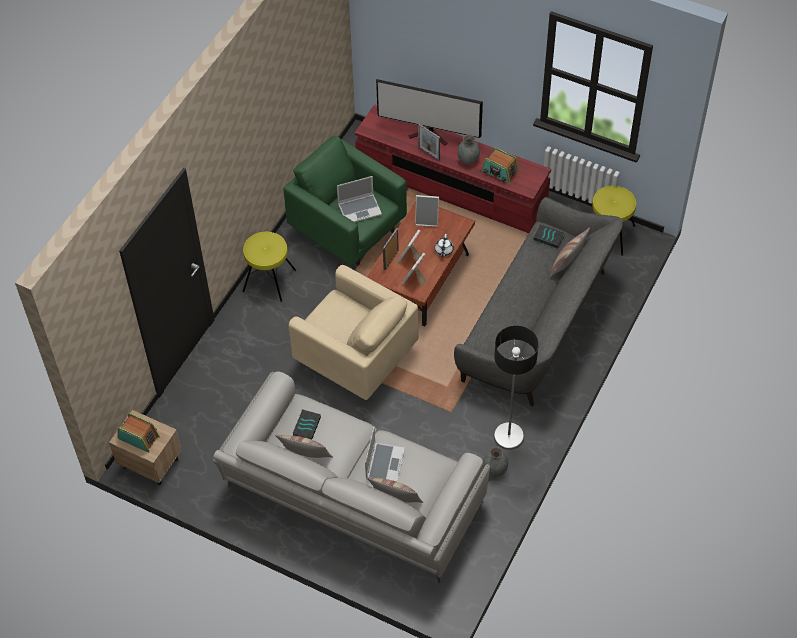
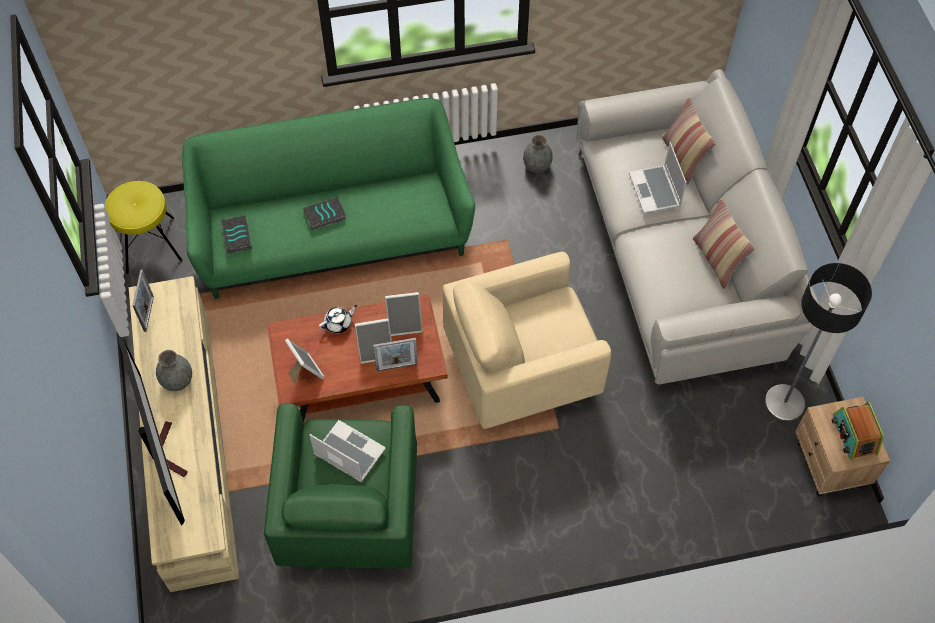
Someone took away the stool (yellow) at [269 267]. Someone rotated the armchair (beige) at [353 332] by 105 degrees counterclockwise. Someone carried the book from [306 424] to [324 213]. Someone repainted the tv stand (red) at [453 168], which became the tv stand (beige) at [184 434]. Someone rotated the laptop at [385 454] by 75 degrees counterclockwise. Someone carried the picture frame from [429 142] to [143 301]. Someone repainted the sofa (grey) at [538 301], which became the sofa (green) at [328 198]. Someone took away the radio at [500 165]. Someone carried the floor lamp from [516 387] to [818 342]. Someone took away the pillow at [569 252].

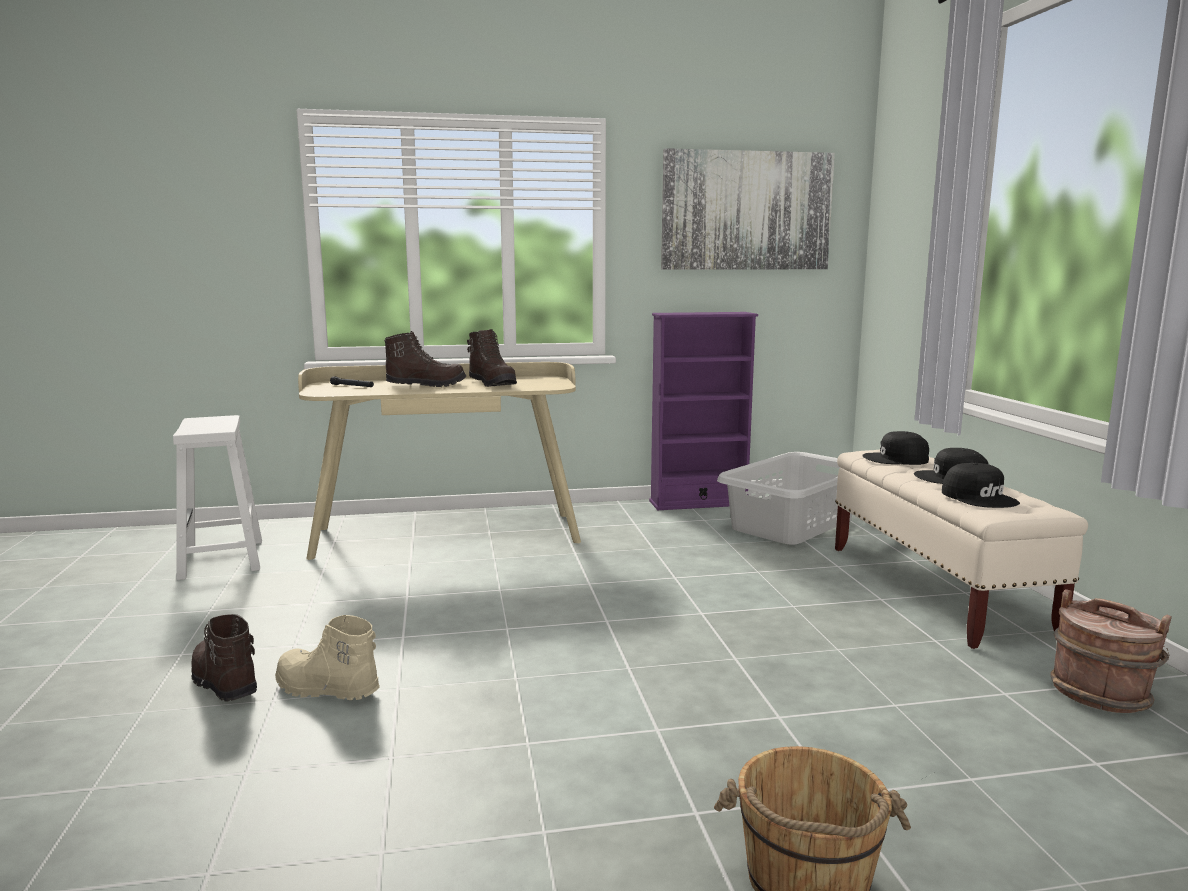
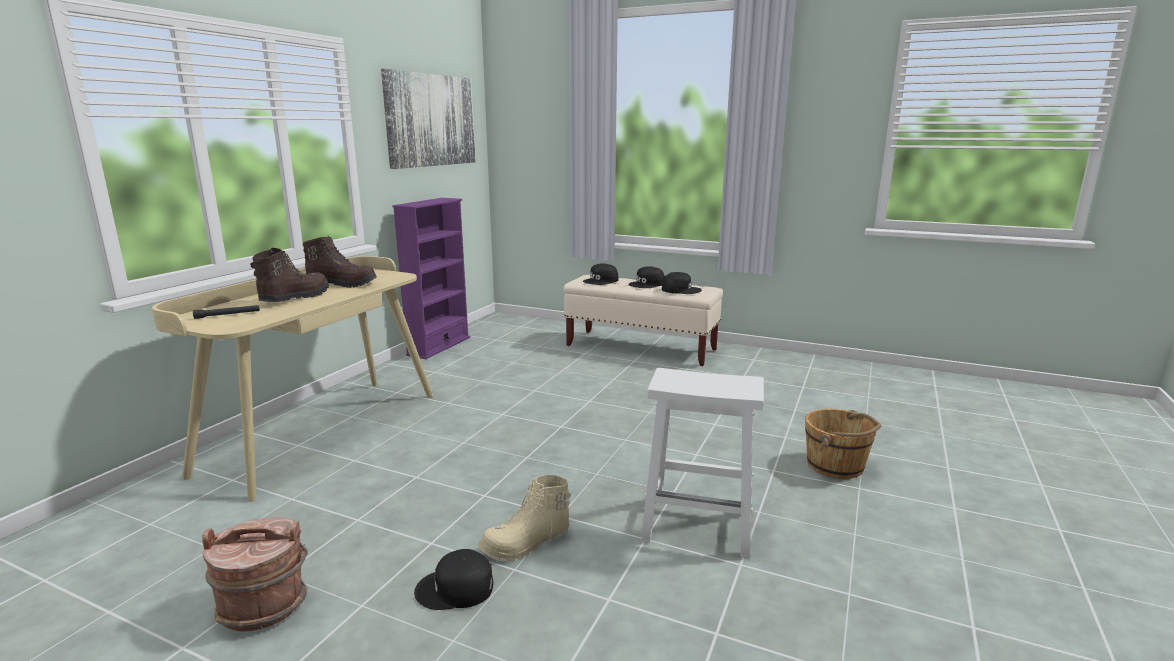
Someone carried the stool (white) from [217 497] to [702 463]. Someone swapped the boot (brown) at [224 658] for the cap (black) at [453 579]. Someone took away the laundry basket (grey) at [784 498]. Someone carried the bucket (brown) from [1111 651] to [255 574].

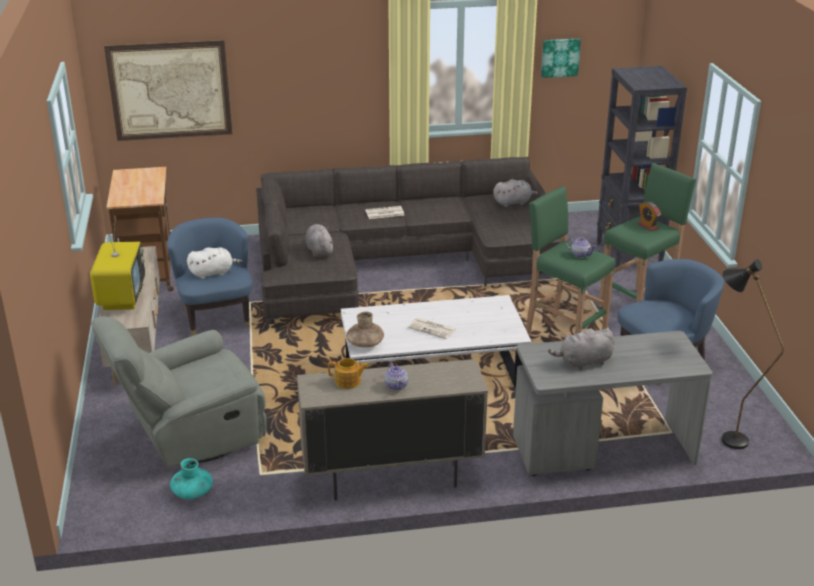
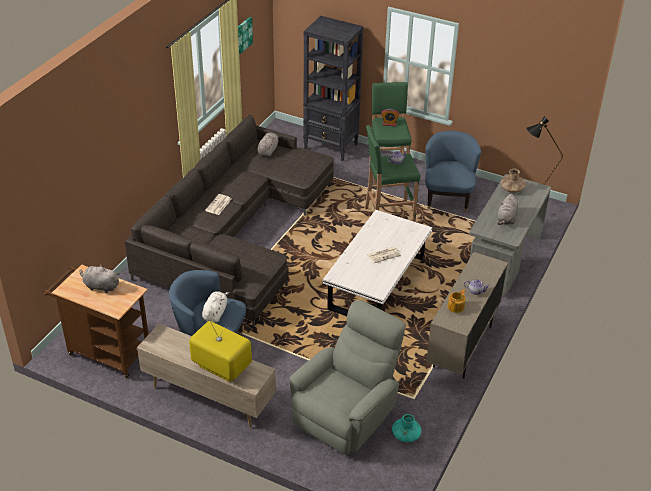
Someone rotated the armchair (grey) at [178 391] by 150 degrees counterclockwise. Someone took away the picture at [168 90]. Someone carried the plush toy (grey) from [319 240] to [100 278]. Someone carried the vase (brown) from [365 330] to [513 180].

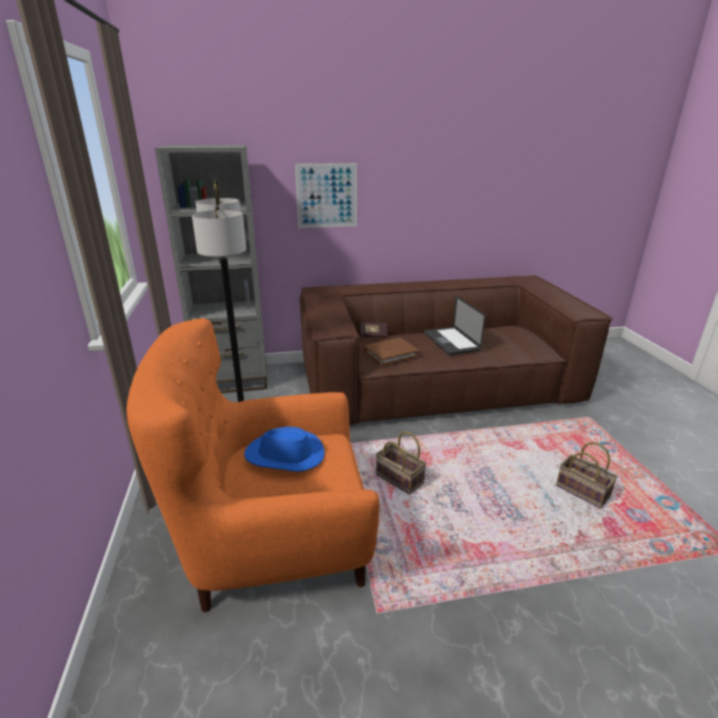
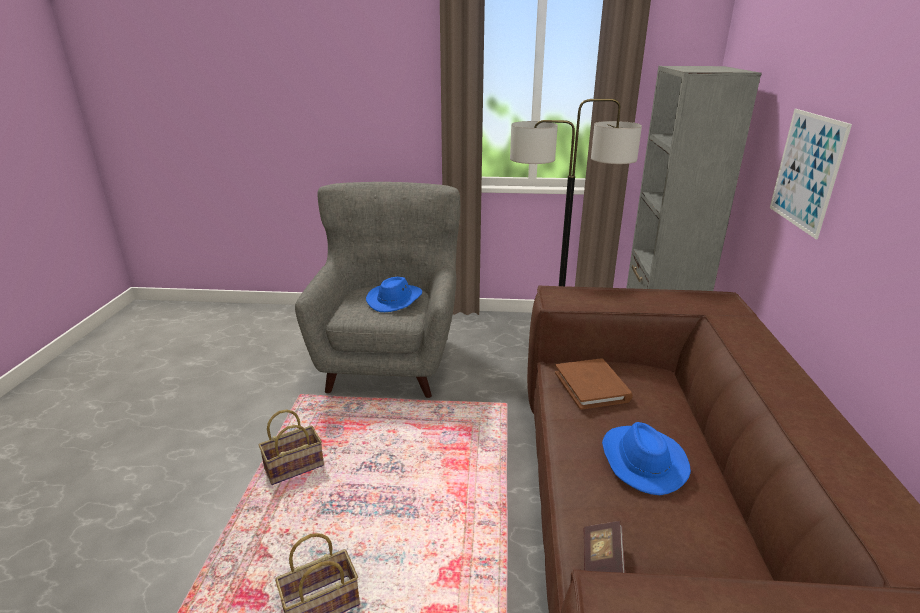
Someone repainted the armchair (orange) at [253 465], which became the armchair (grey) at [377 290]. Someone carried the book from [374 330] to [604 547]. Someone carried the basket from [401 463] to [291 447]. Someone swapped the laptop at [454 325] for the hat (blue) at [646 458].

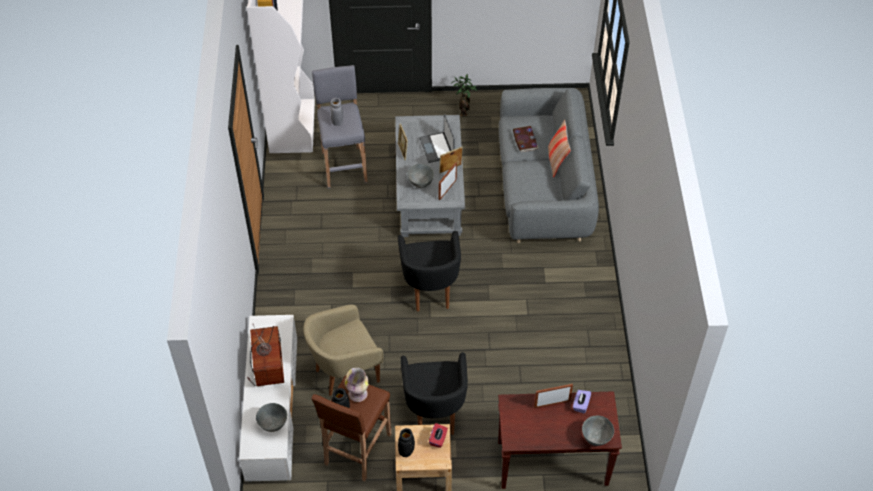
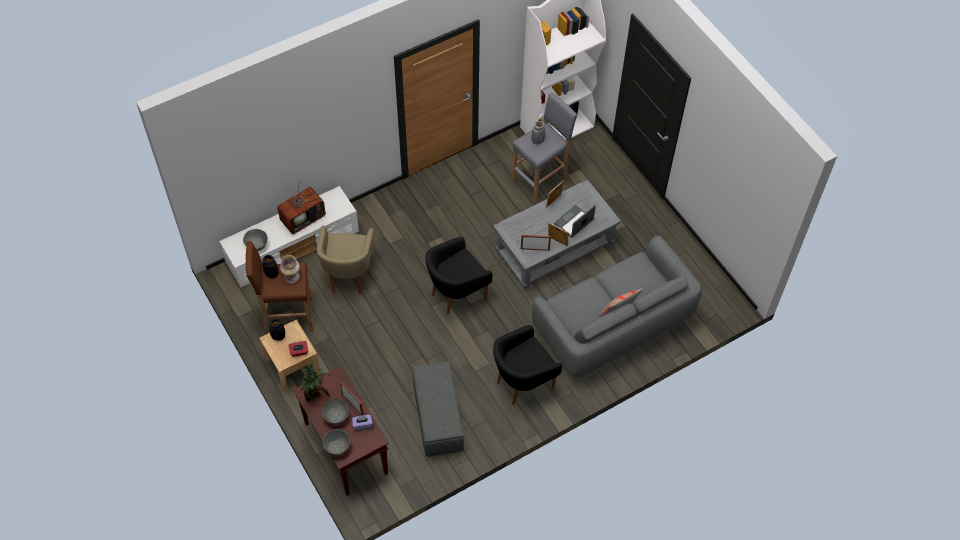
Someone rotated the armchair (beige) at [343 350] by 120 degrees counterclockwise. Someone carried the armchair (black) from [434 393] to [527 365]. Someone carried the bowl (grey) from [420 176] to [335 412]. Someone carried the potted plant from [464 95] to [316 383]. Someone took away the book at [525 139]. Someone put down the ottoman (grey) at [438 409].

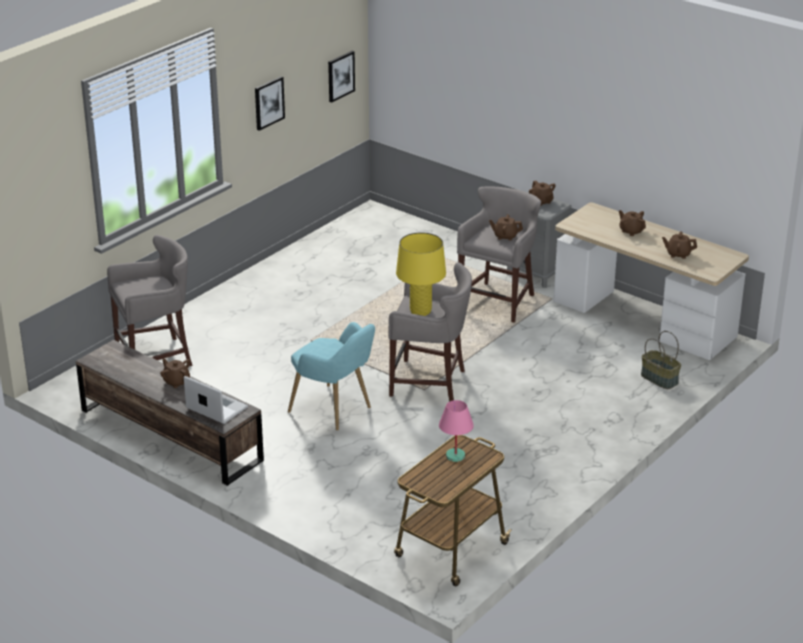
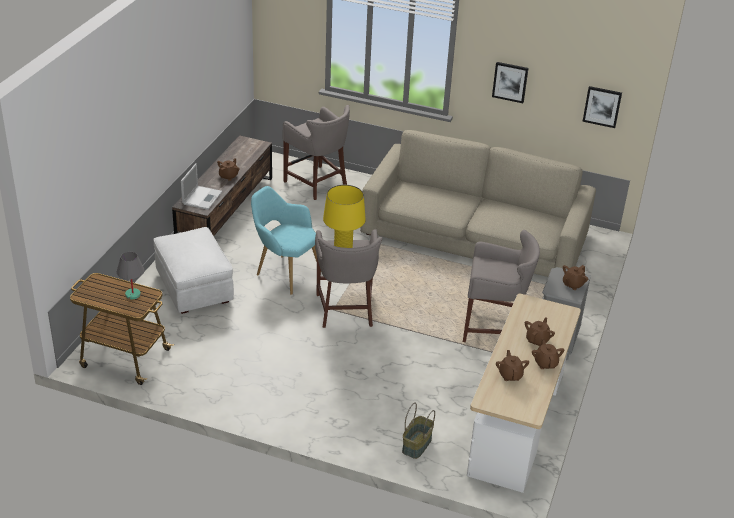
Someone rotated the armchair (turquoise) at [331 376] by 105 degrees clockwise. Someone repainted the table lamp (pink) at [456 431], which became the table lamp (grey) at [130 275]. Someone carried the teapot (brown) from [506 227] to [548 353]. Someone put down the ottoman (white) at [193 270]. Someone put down the sofa (beige) at [478 203].

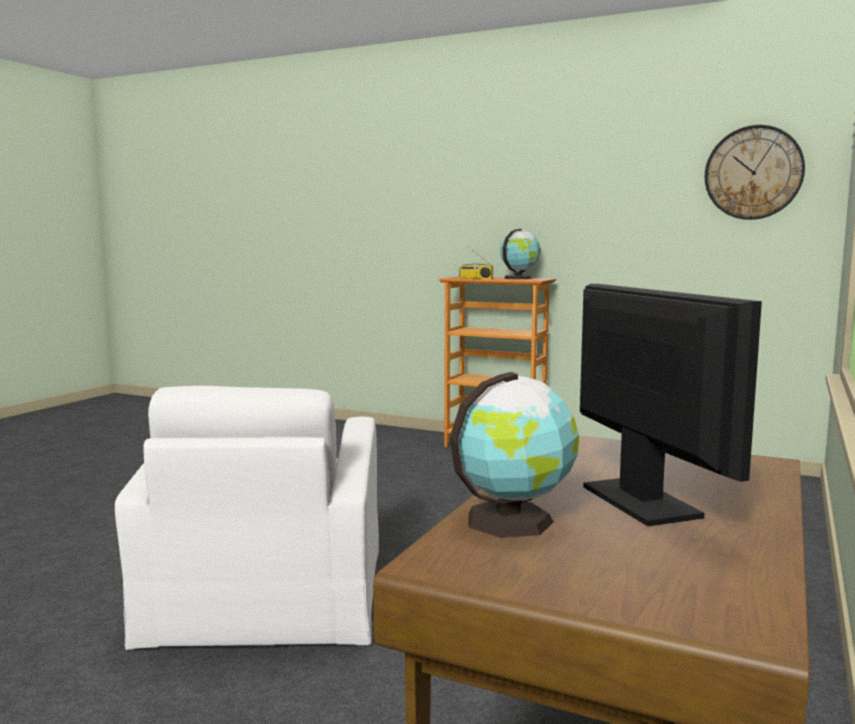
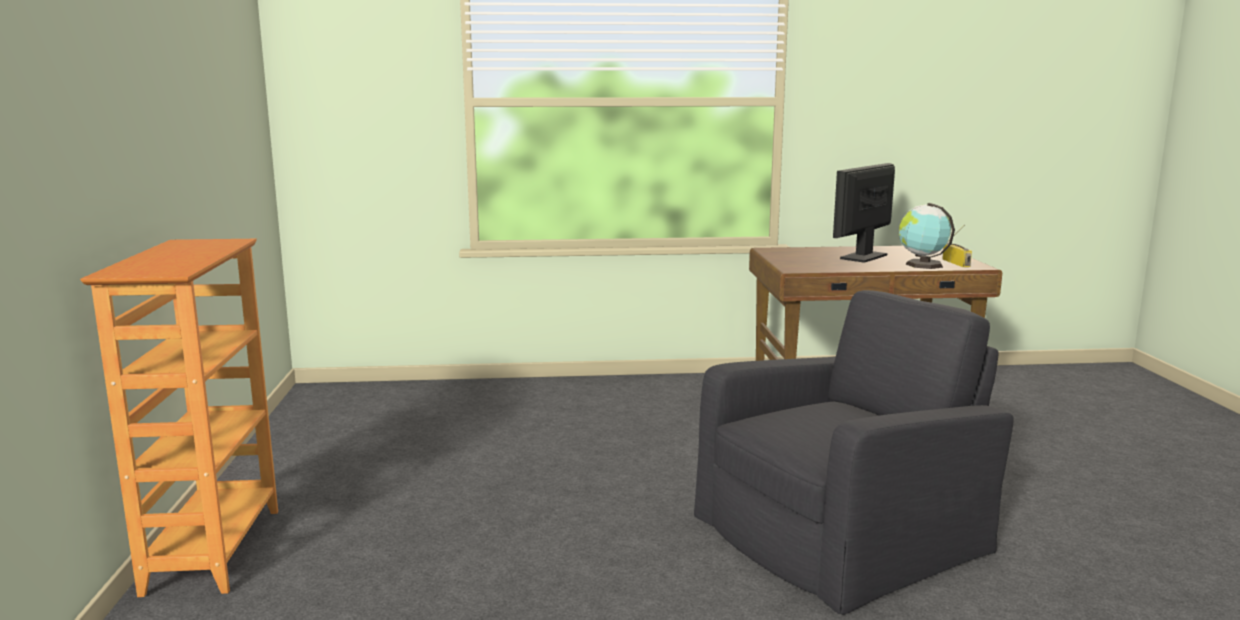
Someone repainted the armchair (white) at [247 518], which became the armchair (black) at [854 452]. Someone carried the radio from [476 263] to [957 246]. Someone took away the globe at [520 254]. Someone took away the wall clock at [755 172].

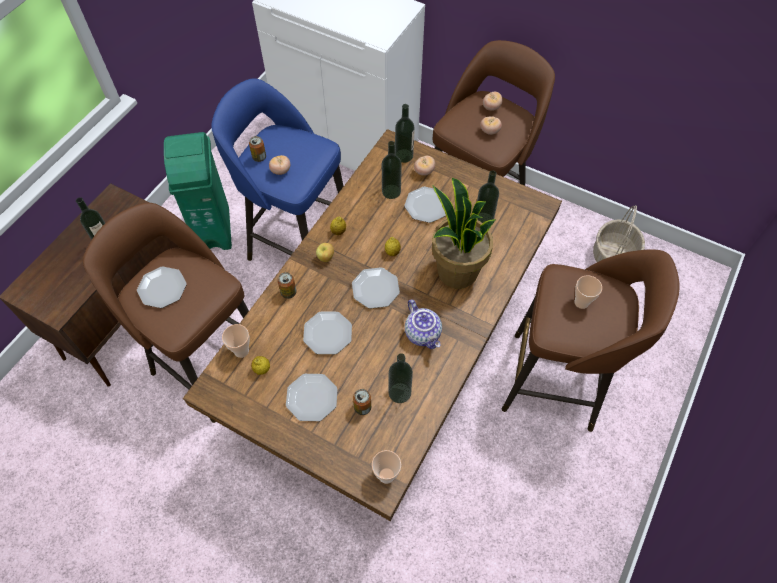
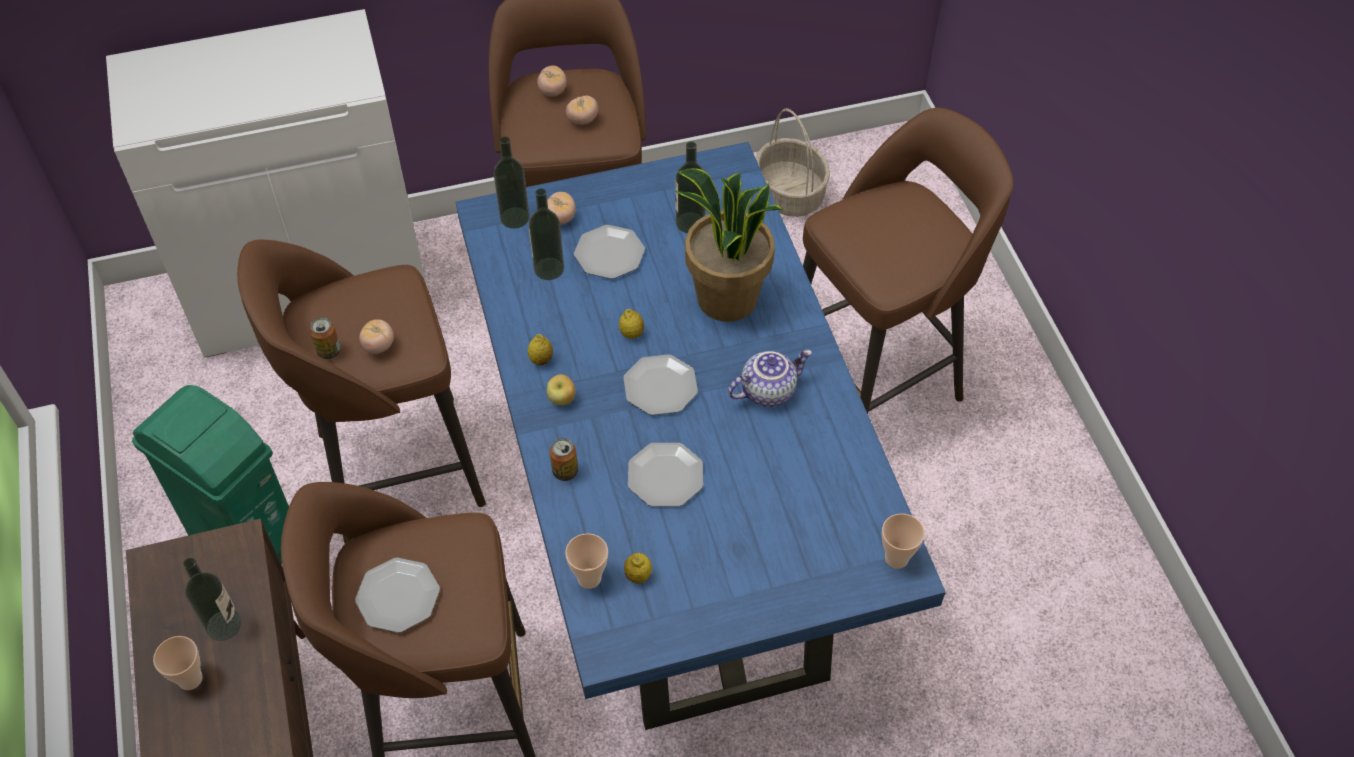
Someone repainted the dining table (brown) at [372 325], which became the dining table (blue) at [701 436]. Someone repainted the stool (blue) at [277 169], which became the stool (brown) at [361 391]. Someone took away the plate at [312 397]. Someone took away the can at [362 402]. Someone took away the bottle at [401 378]. Someone rotated the teapot at [423 324] by 45 degrees counterclockwise. Someone carried the cup from [588 292] to [178 663].

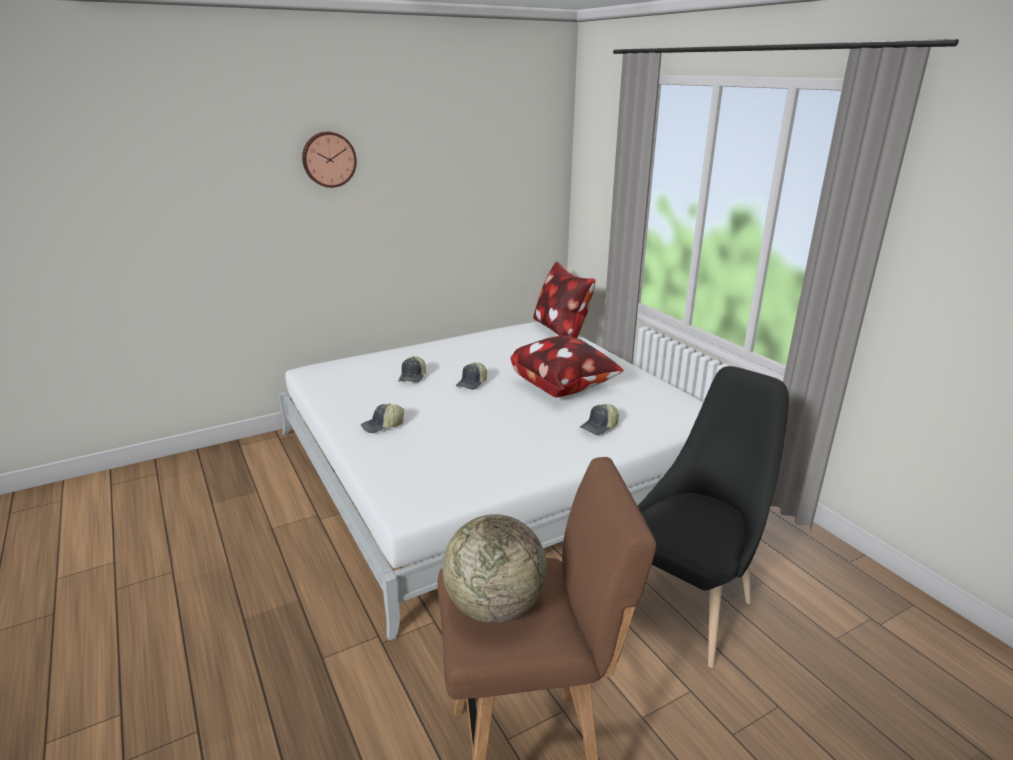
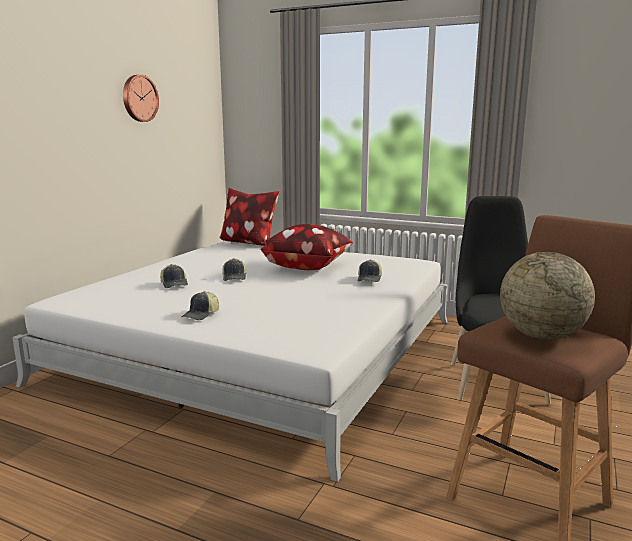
Someone carried the wall clock from [329 160] to [141 98].

